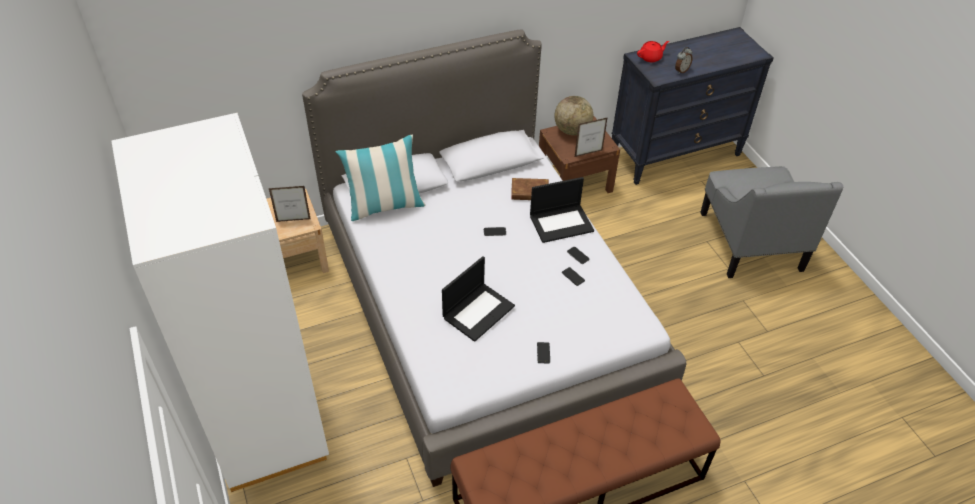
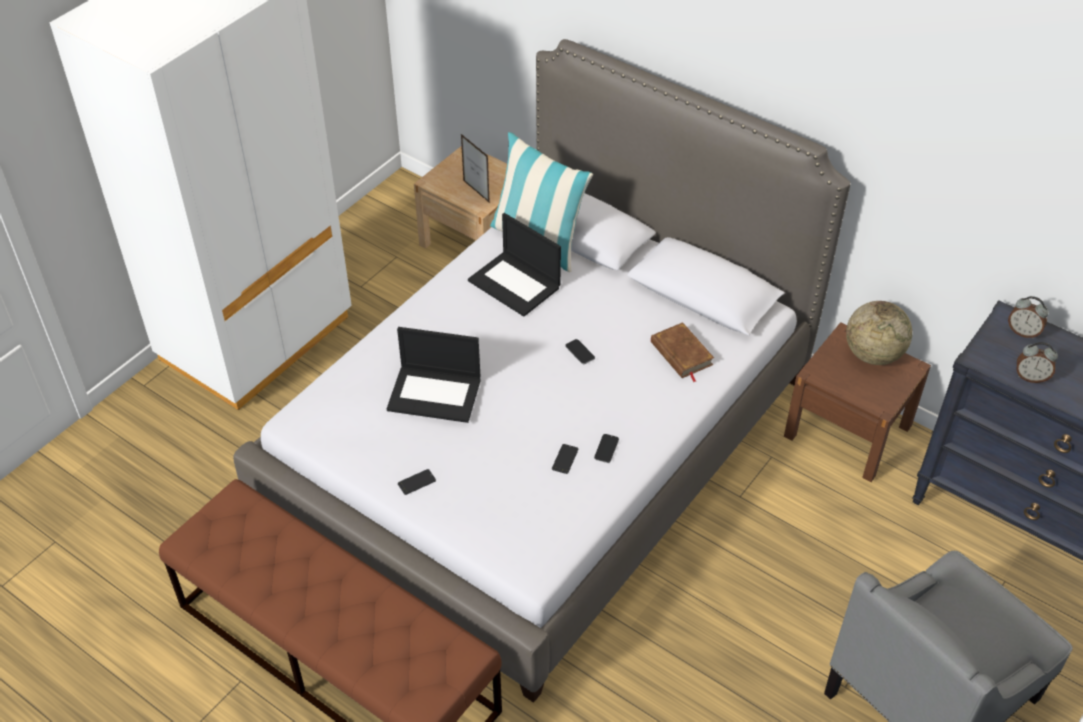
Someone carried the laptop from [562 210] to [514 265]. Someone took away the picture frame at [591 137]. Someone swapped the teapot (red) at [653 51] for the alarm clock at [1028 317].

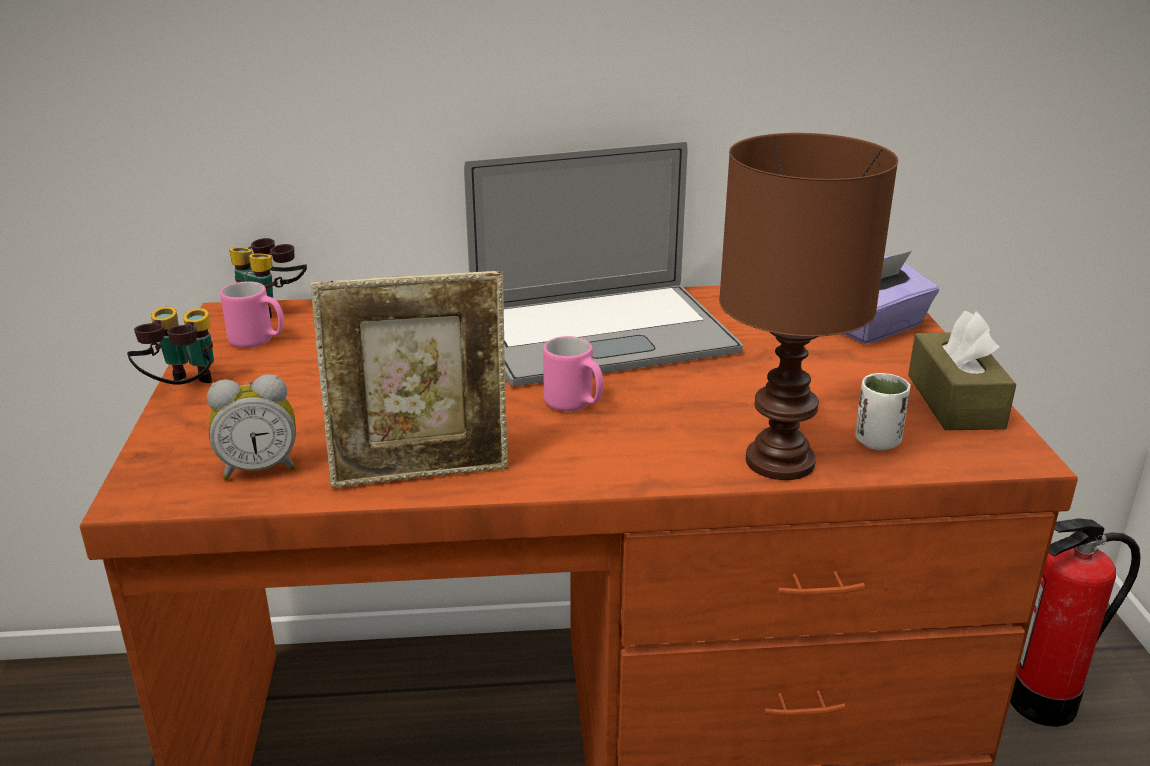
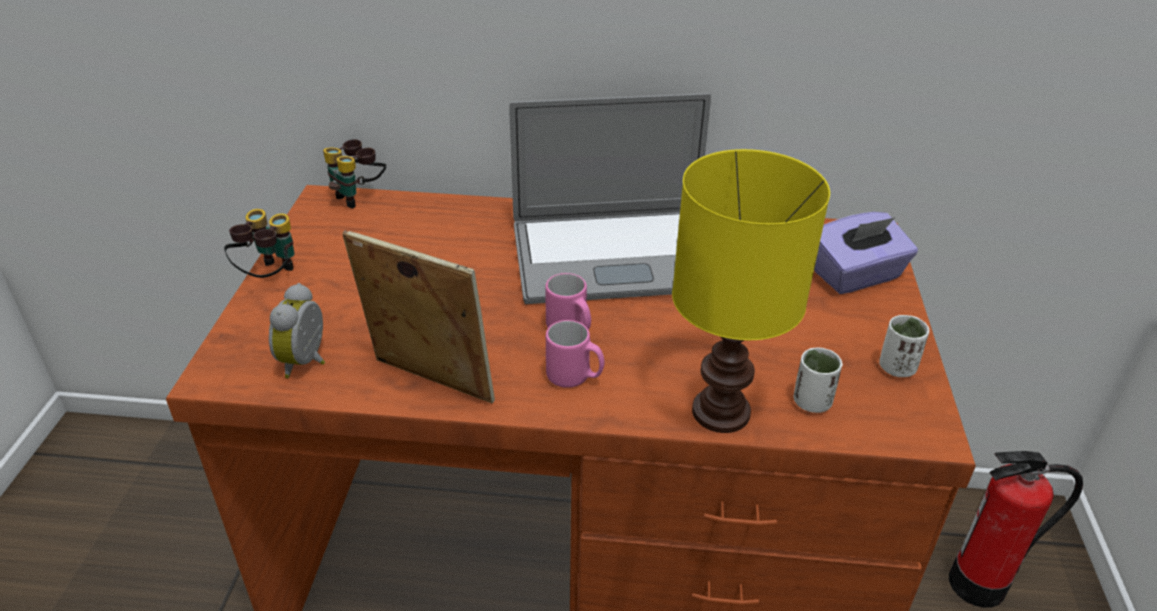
Someone rotated the alarm clock at [251 427] by 105 degrees clockwise. Someone carried the mug (pink) from [252 314] to [575 354]. Someone rotated the picture frame at [409 379] by 150 degrees counterclockwise. Someone repainted the table lamp (brown) at [808 306], which became the table lamp (yellow) at [751 291]. Someone swapped the tissue box (brown) at [962 370] for the cup (white) at [904 346].

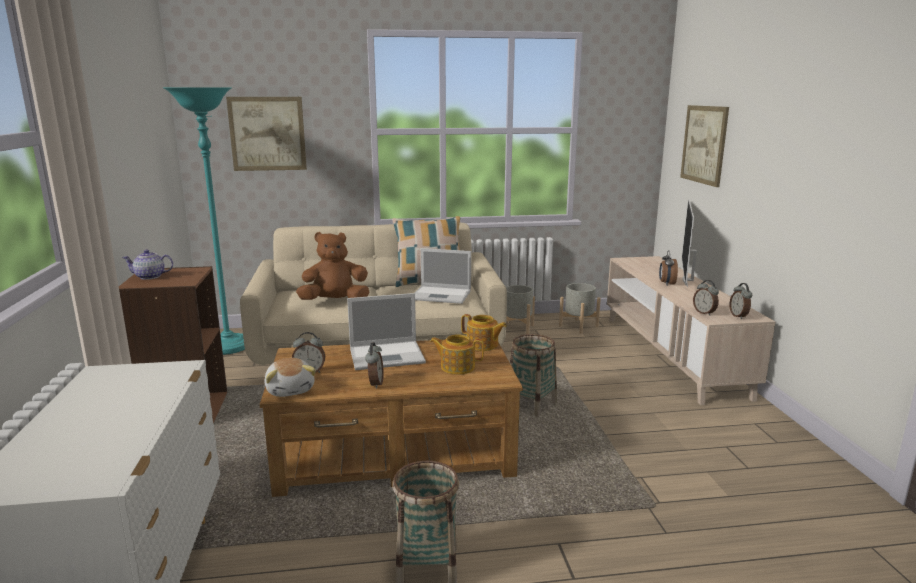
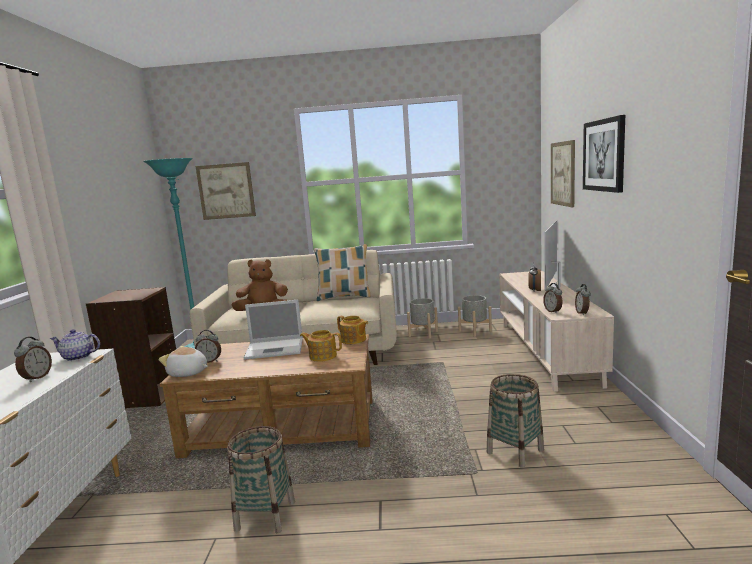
Someone carried the teapot from [147 265] to [75 345]. Someone rotated the plush toy at [290 377] by 120 degrees clockwise. Someone carried the alarm clock from [374 365] to [33 359]. Someone took away the laptop at [443 276]. Someone carried the basket from [533 375] to [515 421]. Someone put up the picture at [604 154].

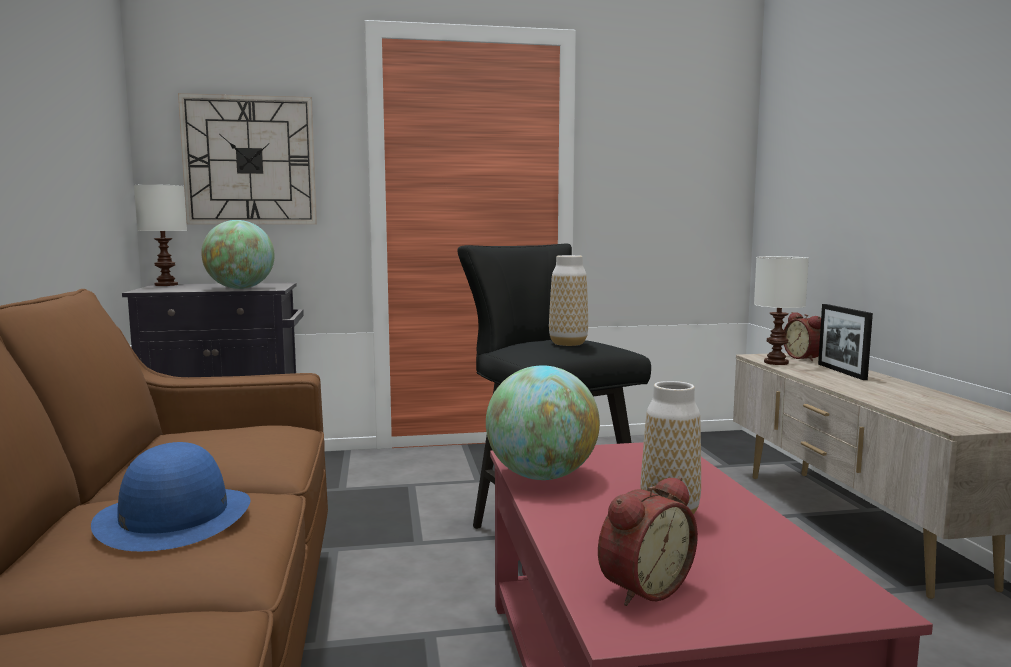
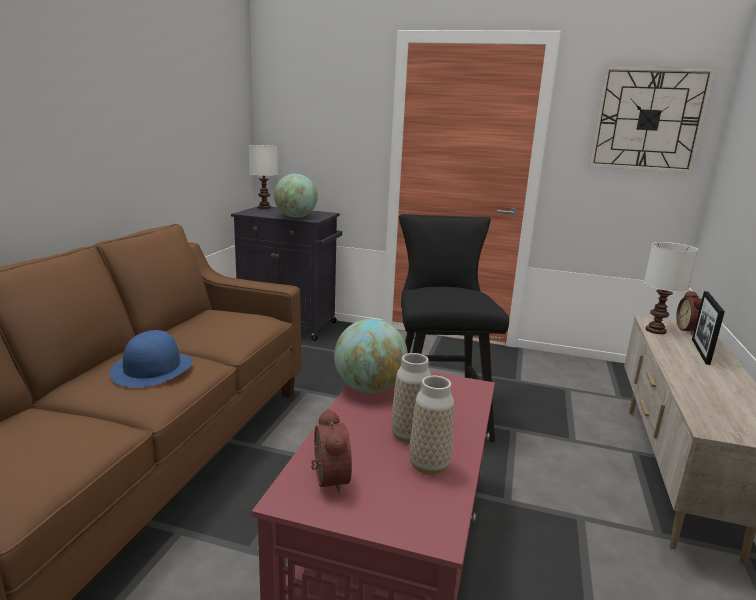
Someone carried the wall clock from [247 158] to [652 119]. Someone carried the vase from [568 300] to [431 425]. Someone rotated the alarm clock at [648 541] by 90 degrees counterclockwise.

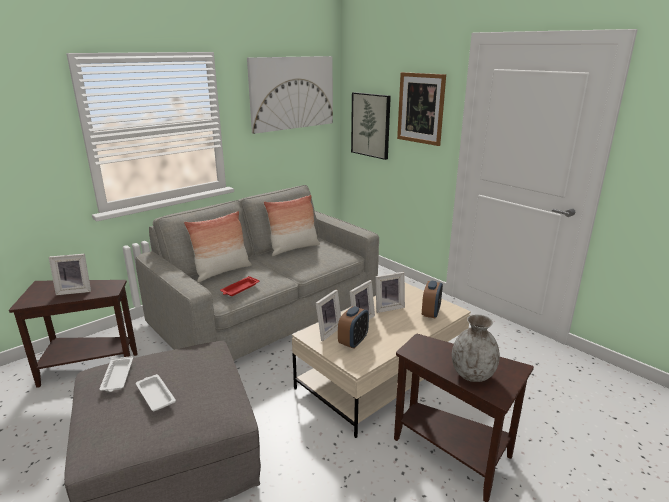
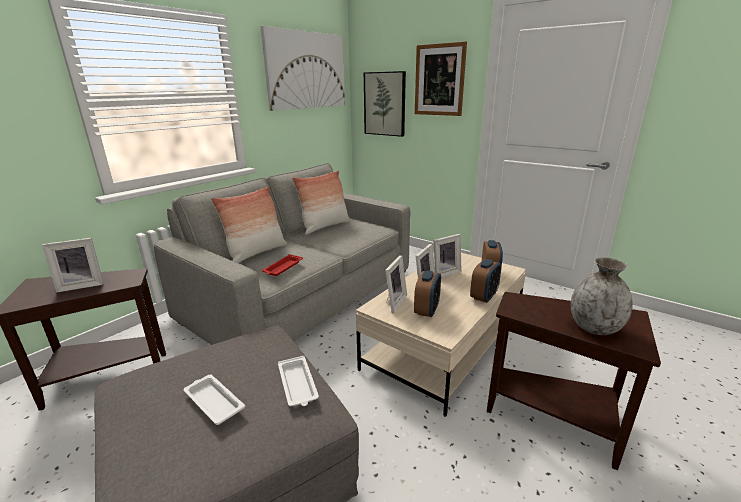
Someone carried the tray (white) from [116 374] to [298 381]. Someone put down the alarm clock at [485 281].

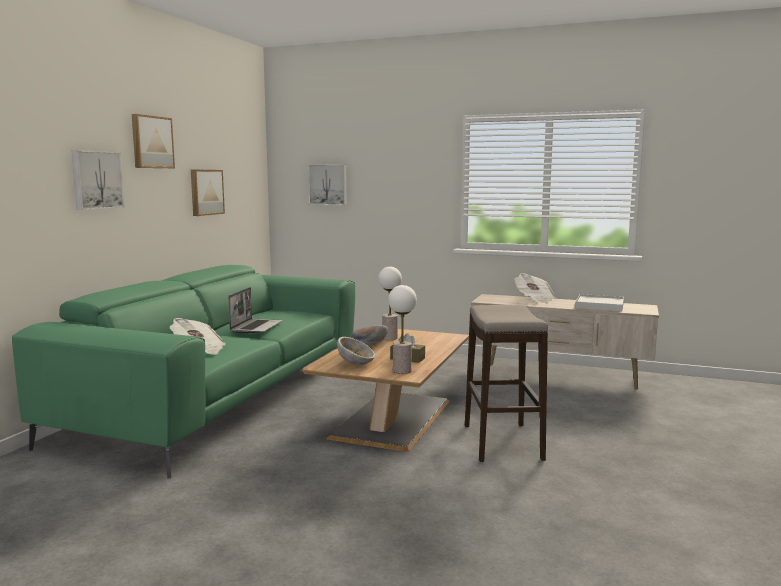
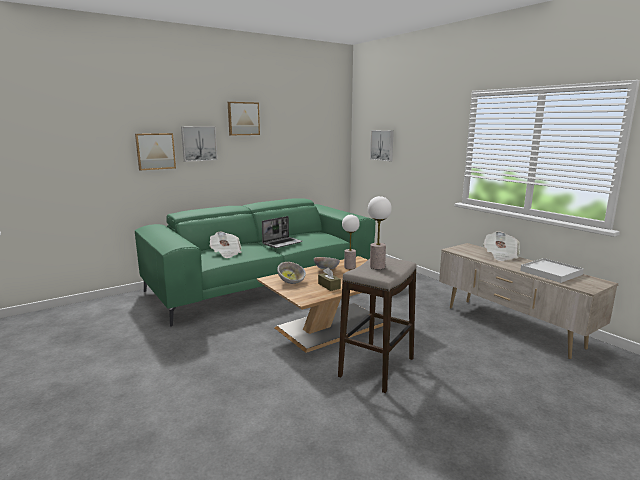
Someone carried the picture from [208 193] to [155 151]. Someone carried the table lamp from [402 329] to [380 232].

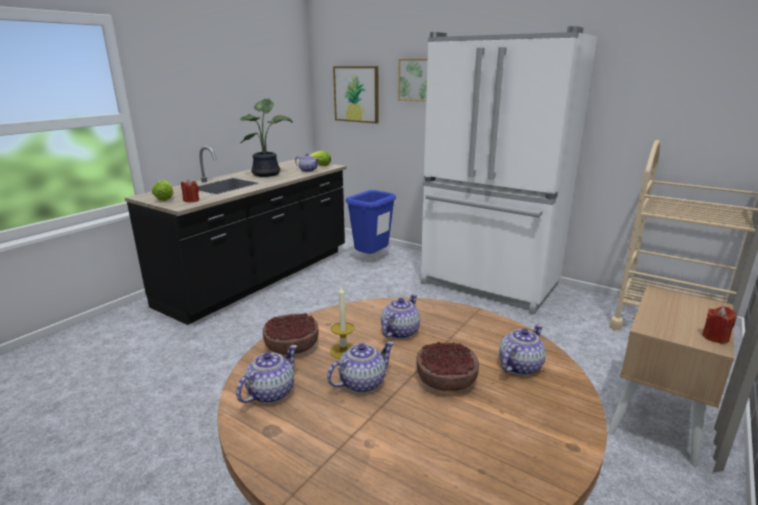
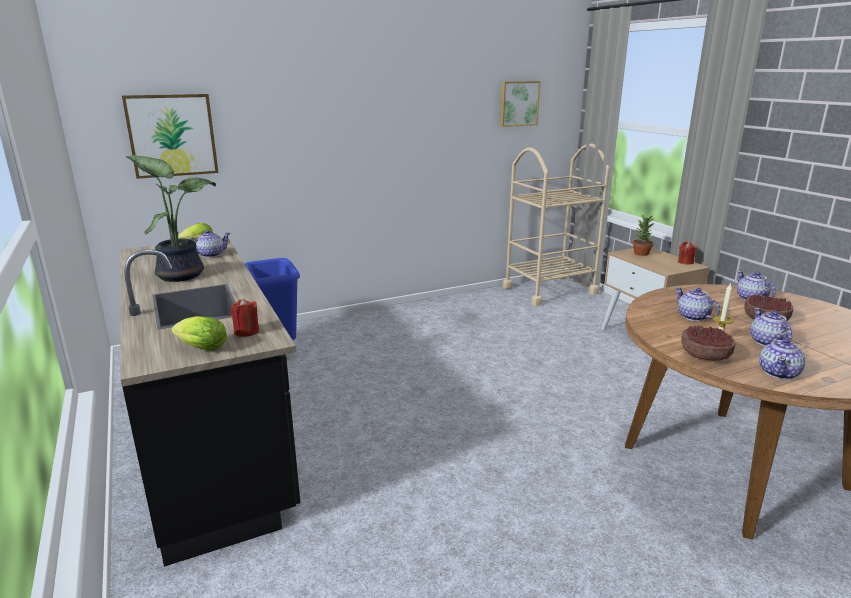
Someone rotated the teapot at [266 374] by 120 degrees counterclockwise. Someone carried the picture from [413 80] to [520 104]. Someone took away the fridge (white) at [508 170]. Someone put down the potted plant at [643 235].

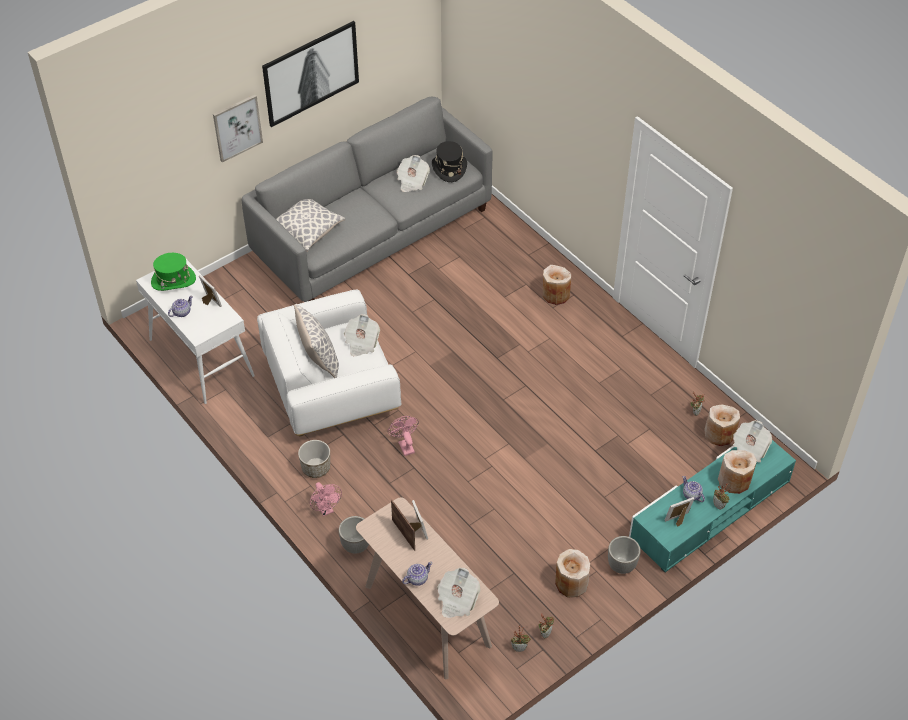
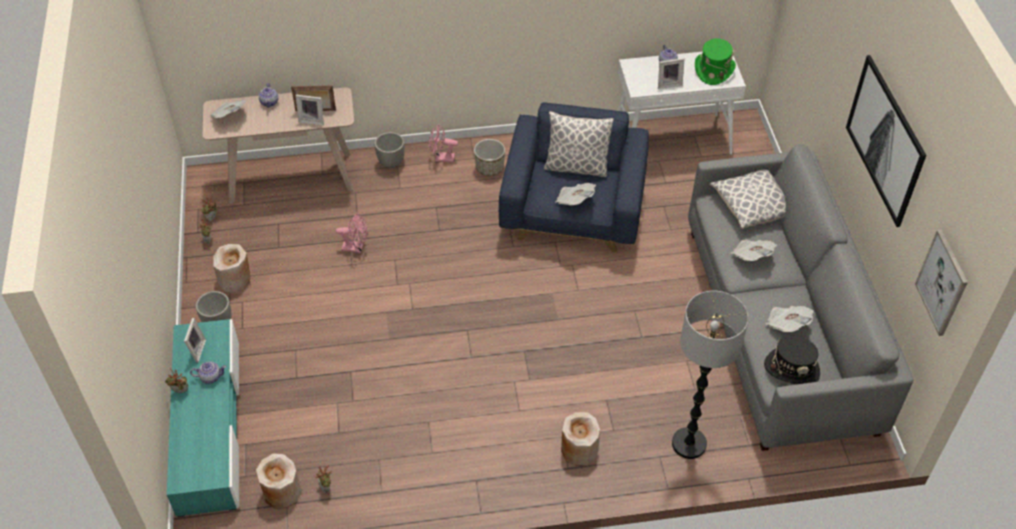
Someone carried the picture from [238 128] to [941 282]. Someone repainted the armchair (white) at [329 363], which became the armchair (blue) at [574 177]. Someone carried the fan (pink) from [403 436] to [351 233]. Someone took away the vase (beige) at [737 472]. Someone carried the newspaper from [752 441] to [754 250]. Someone put down the floor lamp at [710 375].

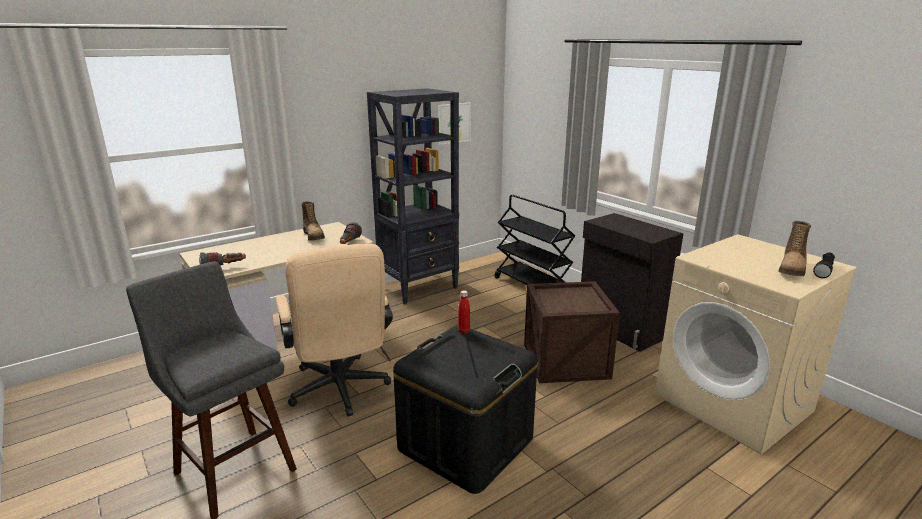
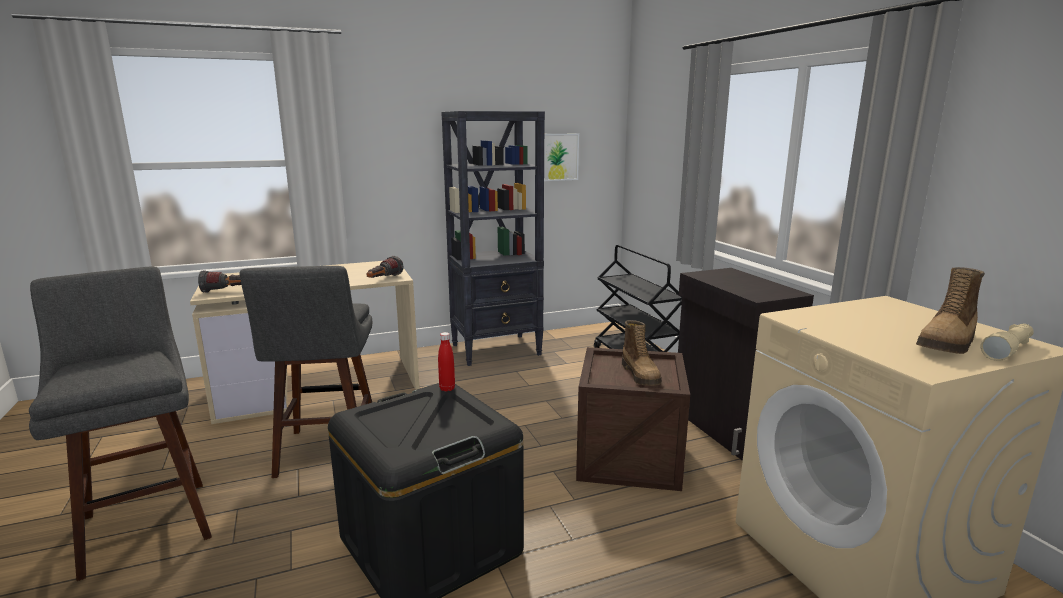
Someone swapped the office chair (beige) at [334 330] for the stool (grey) at [305 372]. Someone carried the boot from [313 220] to [642 353]. Someone repainted the flashlight (black) at [824 265], which became the flashlight (beige) at [1007 342].

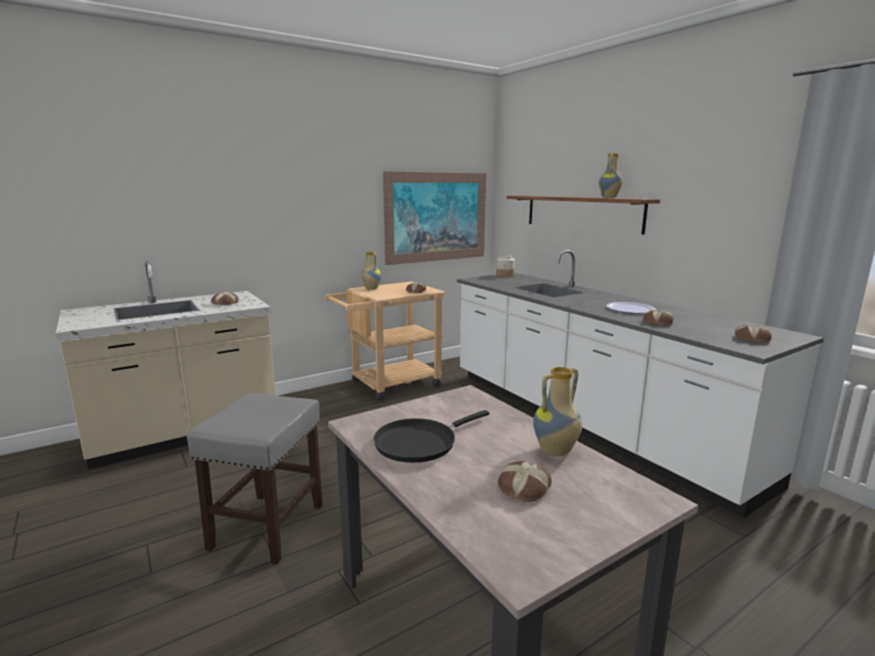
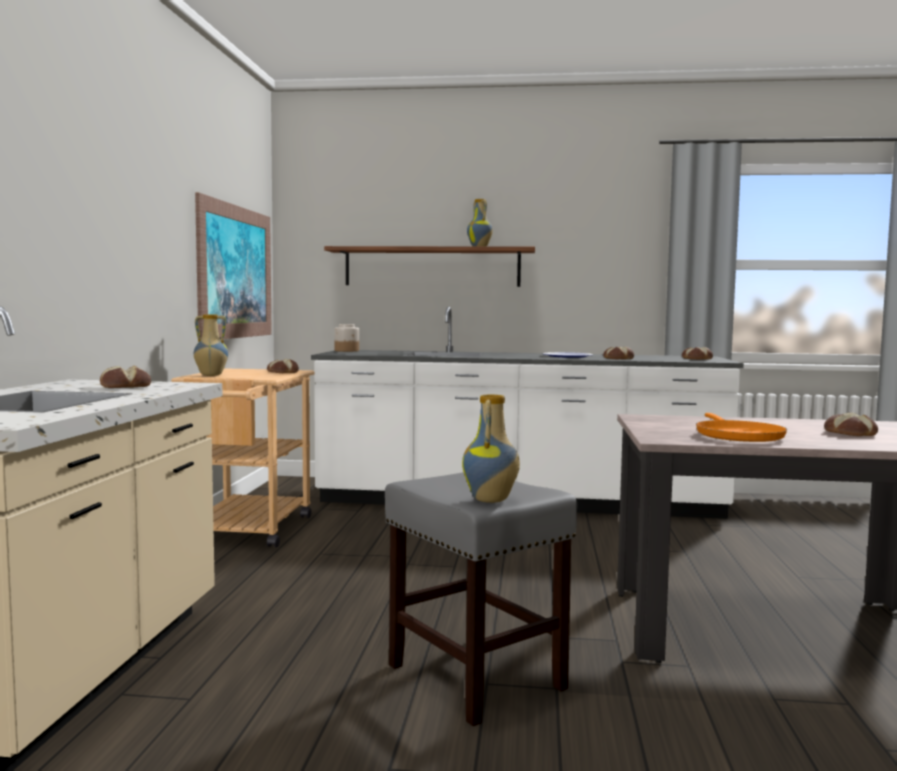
Someone repainted the frying pan (black) at [431 436], which became the frying pan (orange) at [741 427]. Someone carried the vase from [557 411] to [491 449].

